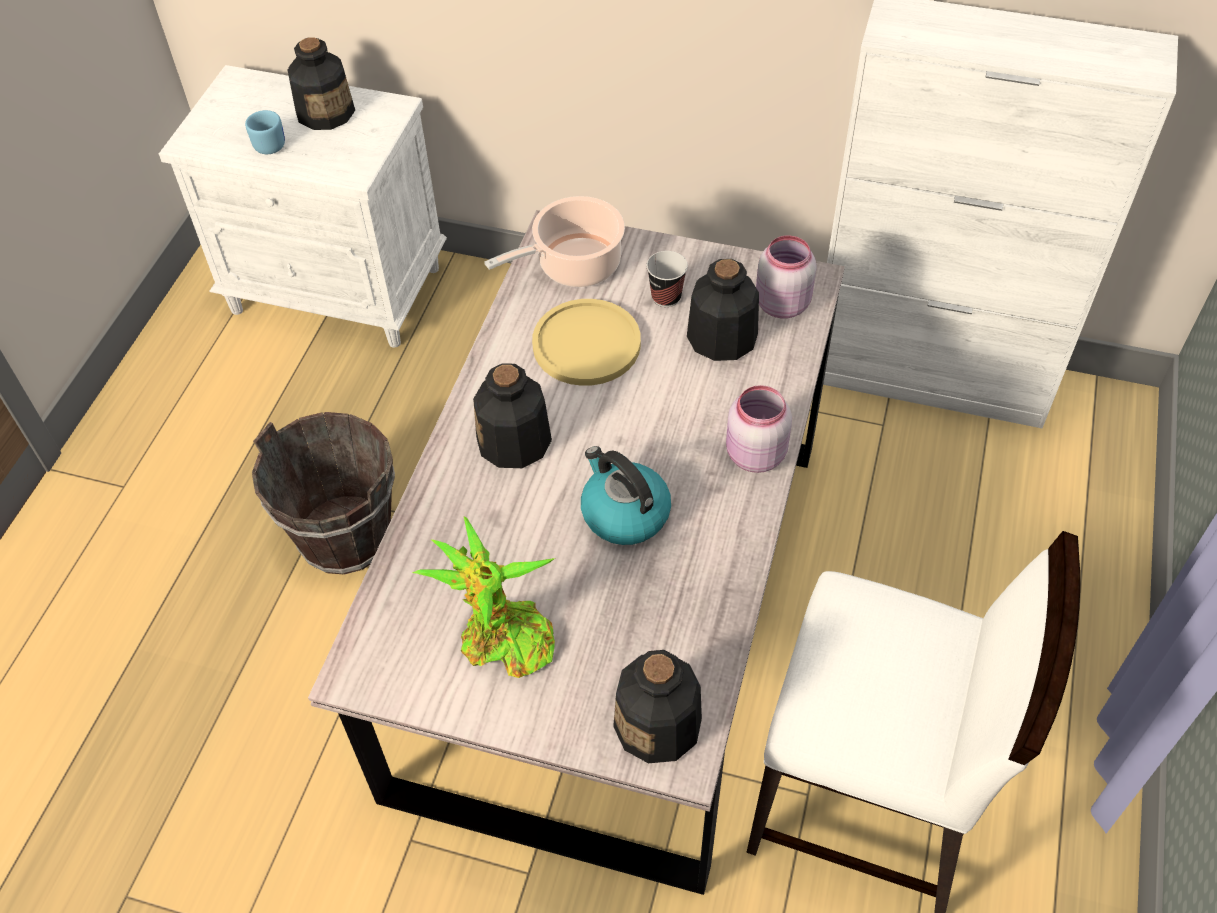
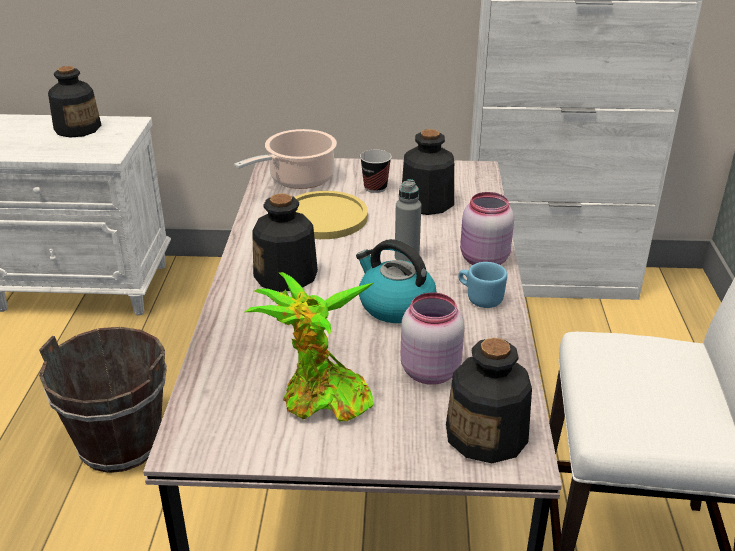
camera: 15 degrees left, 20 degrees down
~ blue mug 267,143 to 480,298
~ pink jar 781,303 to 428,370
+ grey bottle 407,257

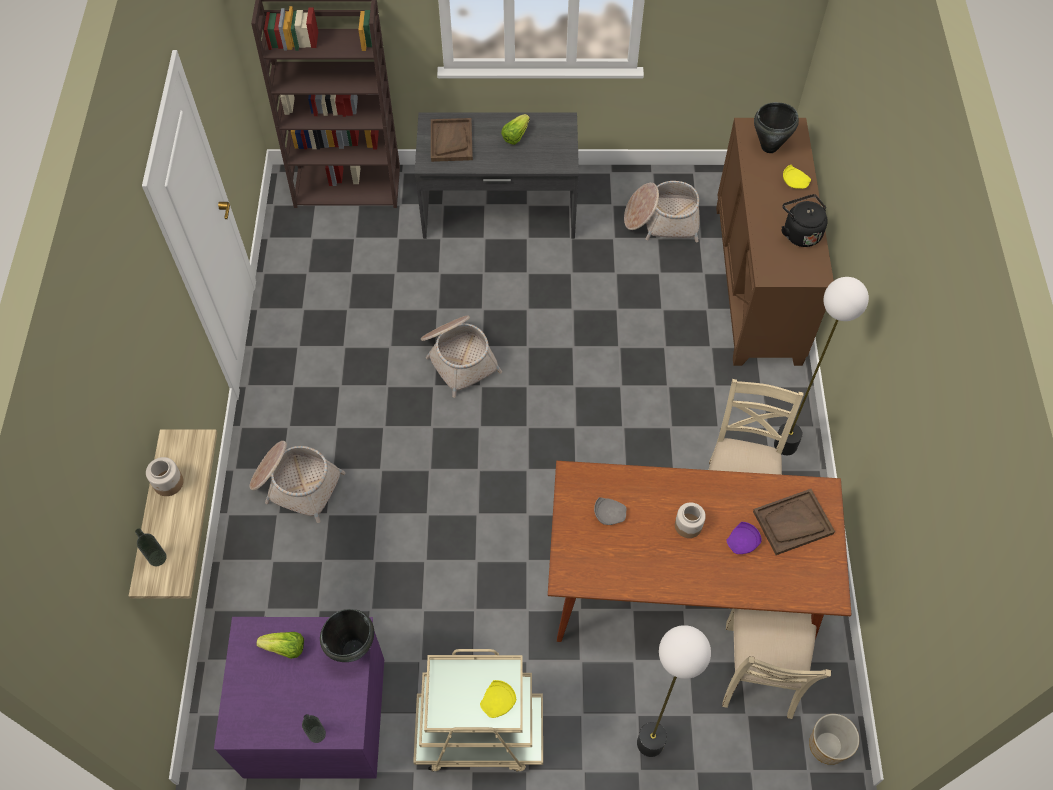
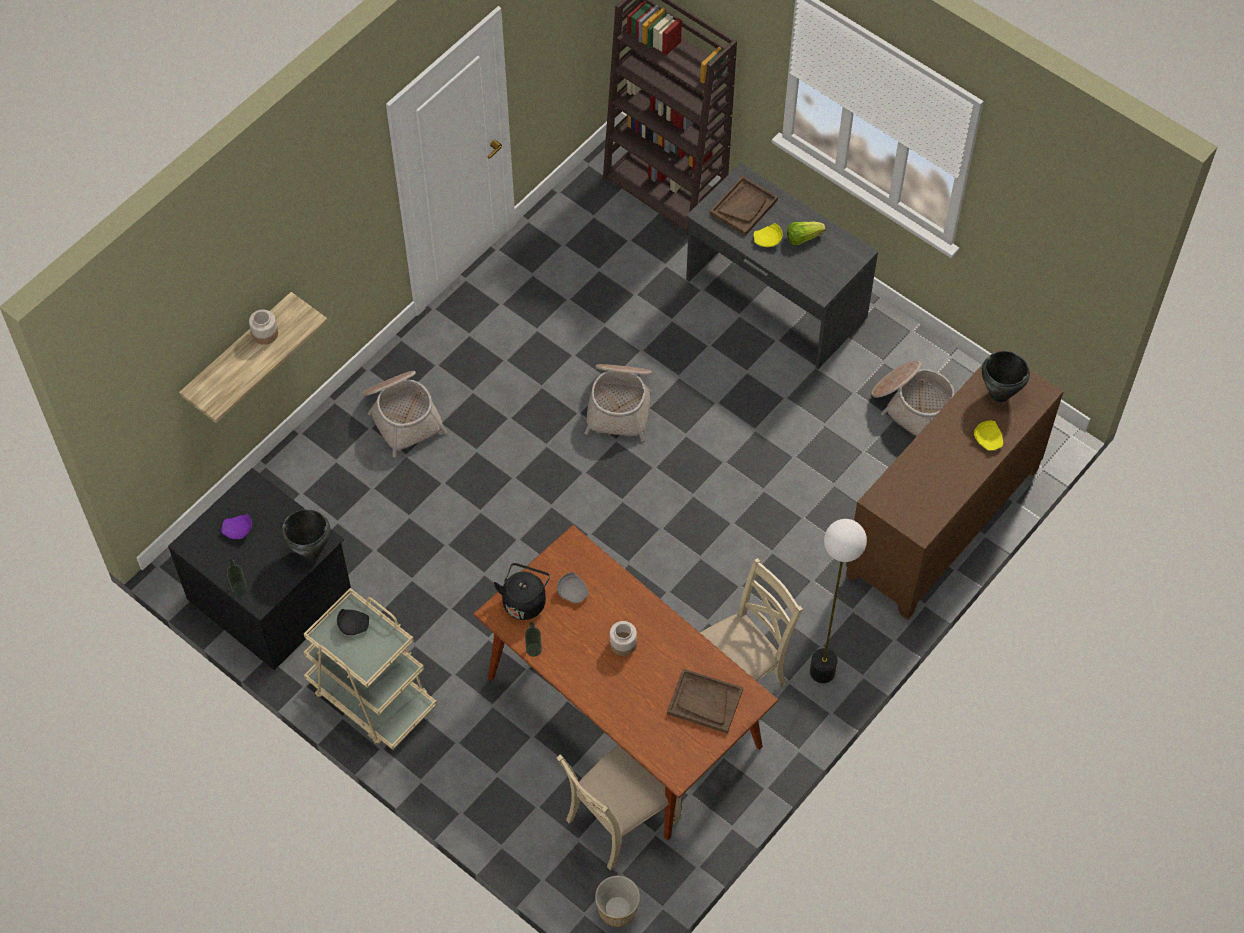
camera: 40 degrees right, 0 degrees up
~ bottle 157,558 to 533,649
~ purple dresser 315,714 to black dresser 271,594
- lettuce 285,648
~ yellow plate 498,702 to 768,240
- floor lamp 650,743
~ purple plate 742,542 to 238,530
~ black kettle 800,232 to 524,600
+ black plate 353,624

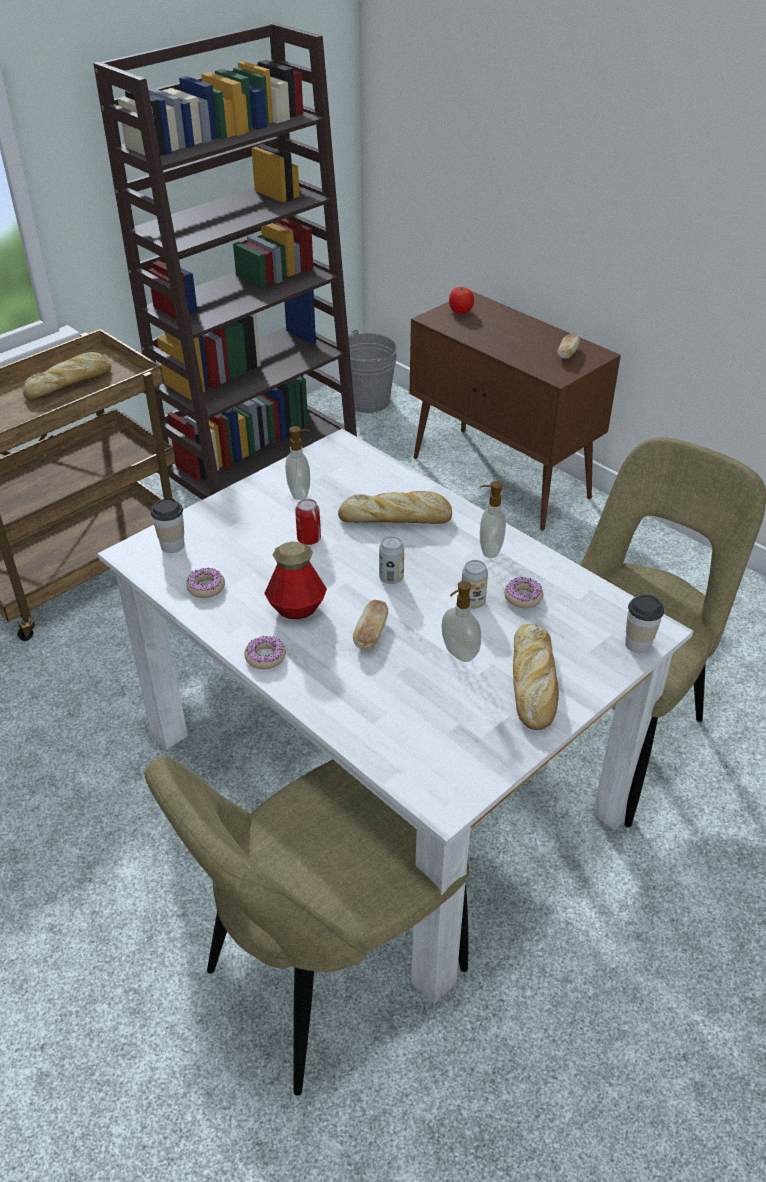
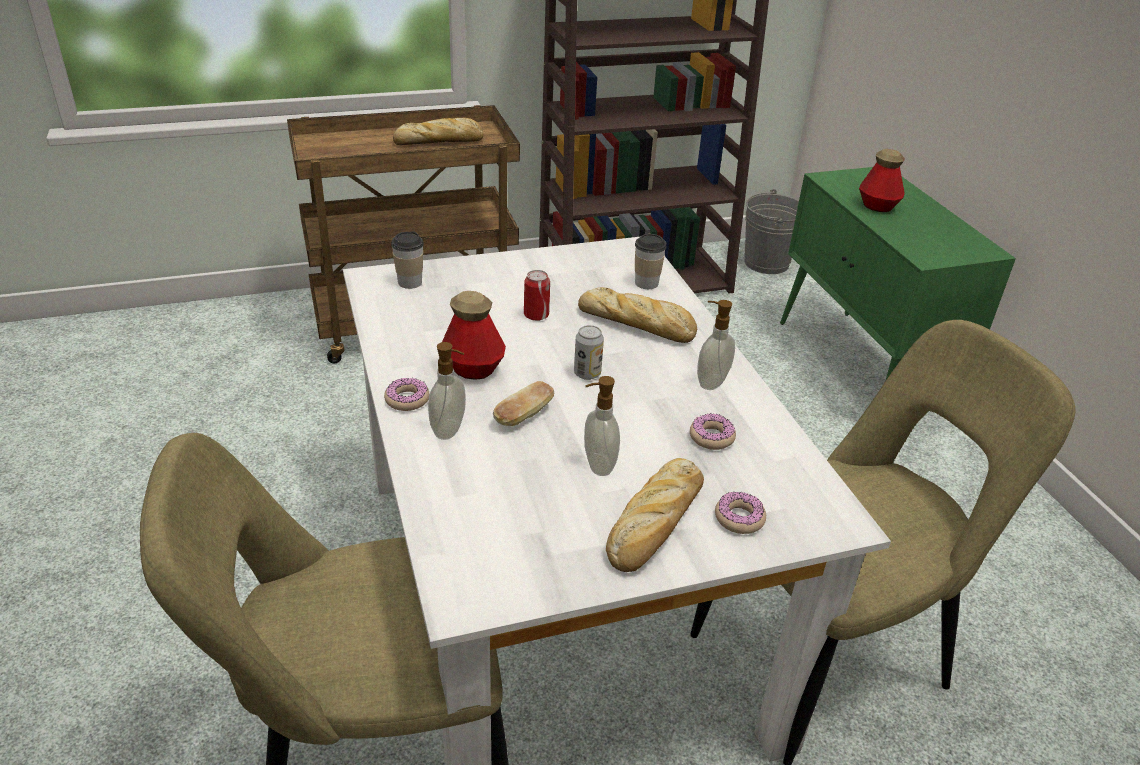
camera: 25 degrees right, 5 degrees down
~ donut 206,587 to 739,518
~ soap dispenser 300,493 to 449,430
~ brown cabinet 501,478 to green cabinet 861,368
- tomato 460,311
- can 472,602
- bread 567,354
~ cup 638,644 to 646,283
+ bottle 877,206

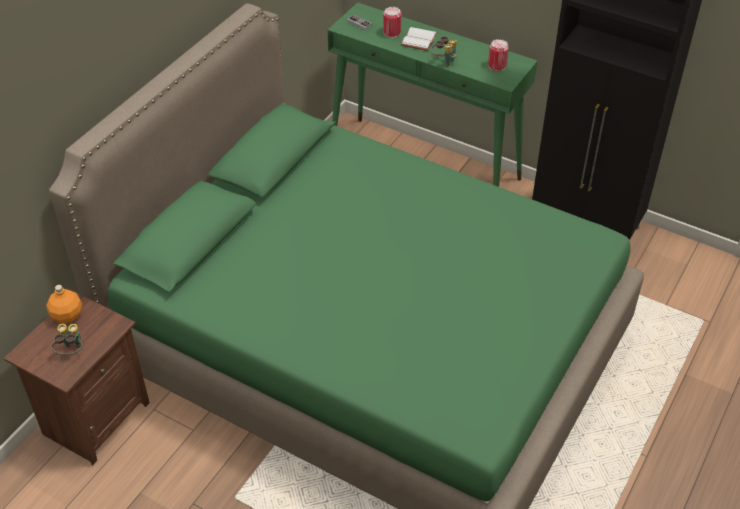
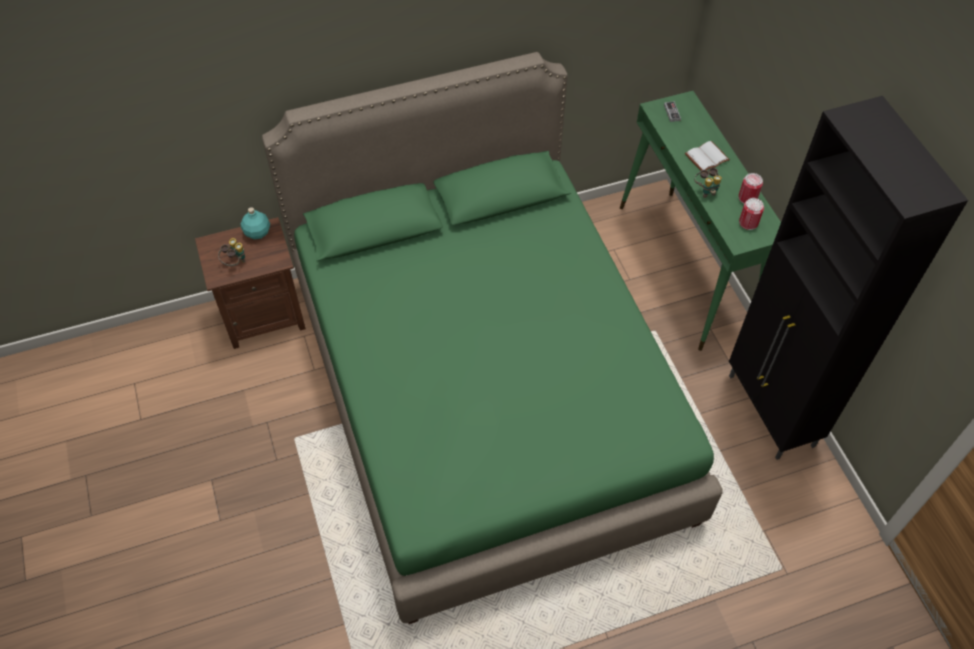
camera: 40 degrees right, 10 degrees up
~ orange bottle 67,315 to turquoise bottle 257,232
~ can 392,32 to 747,197

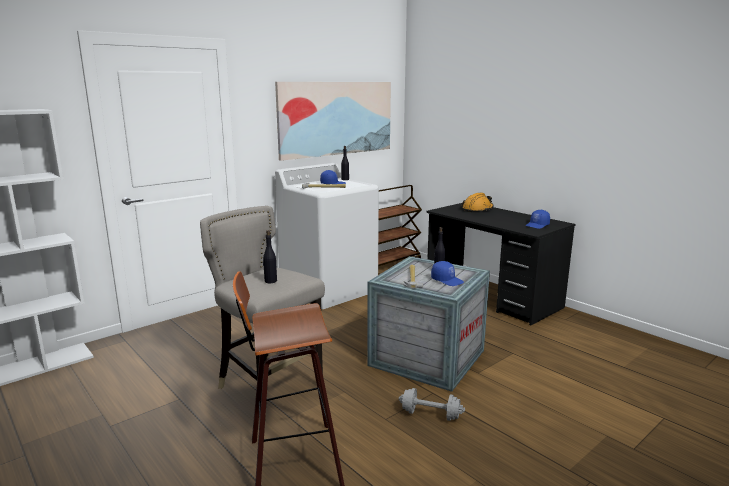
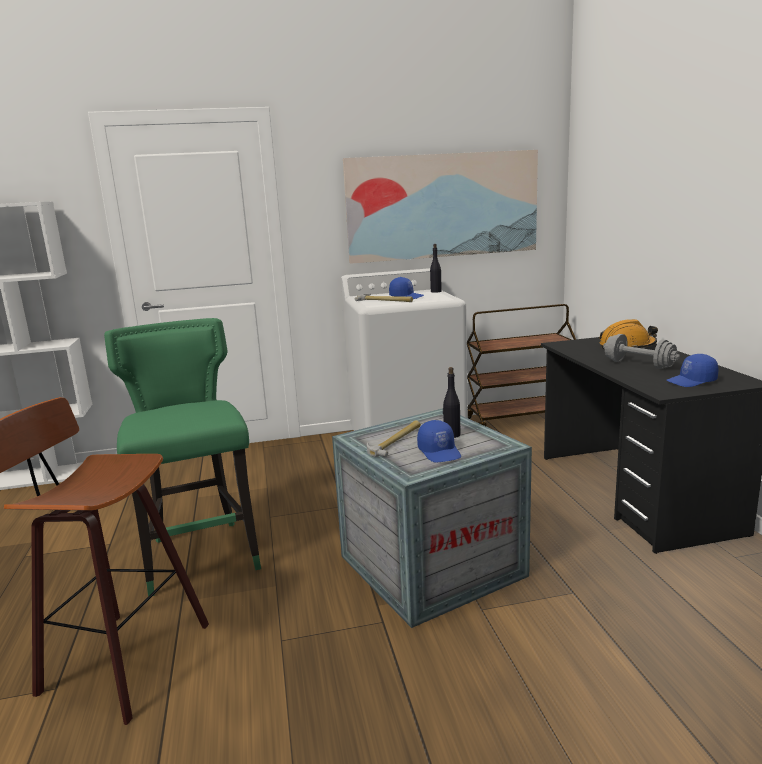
camera: 30 degrees right, 0 degrees up
~ grey stool 268,388 to green stool 201,556
- black bottle 270,281
~ grey dumbbell 430,414 to 638,364

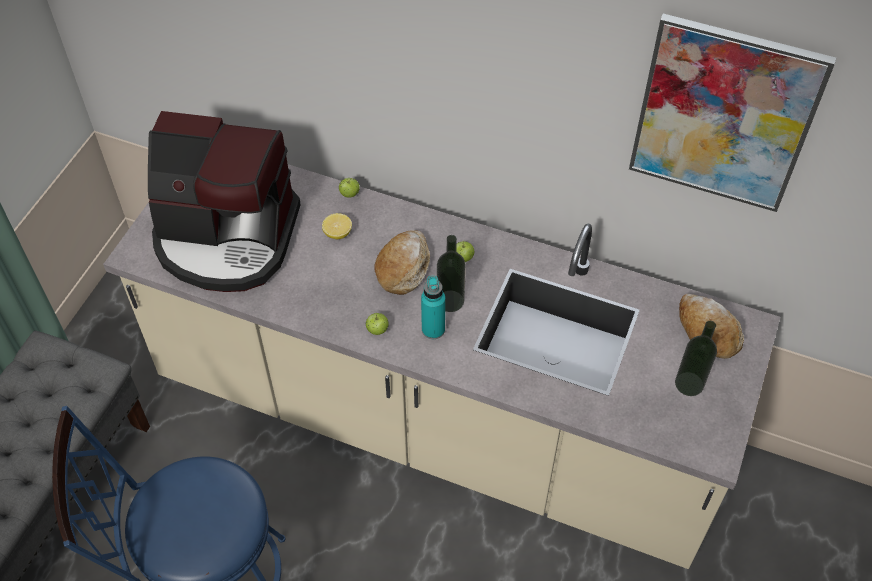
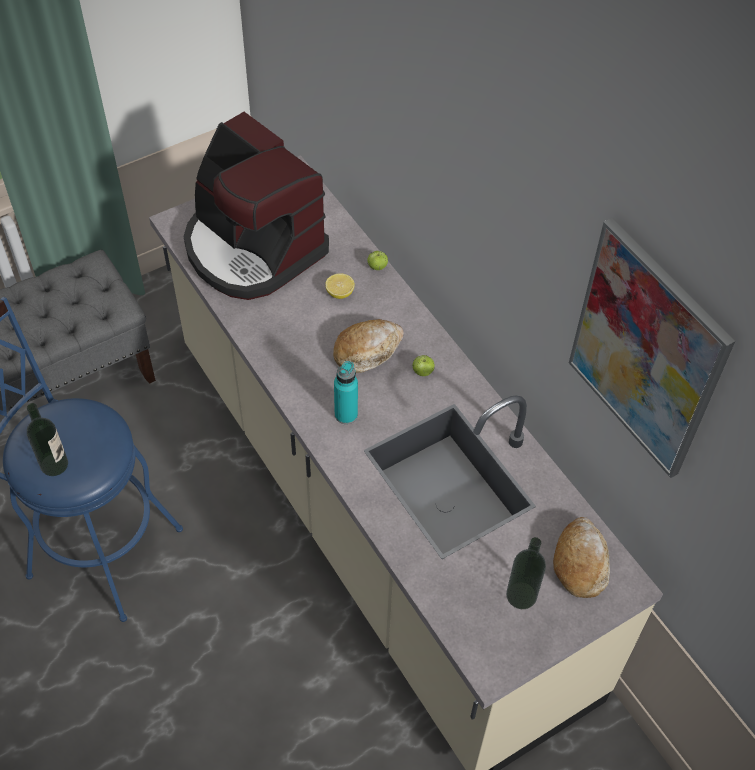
camera: 35 degrees right, 0 degrees up
- apple 377,330
~ bottle 450,301 to 54,464

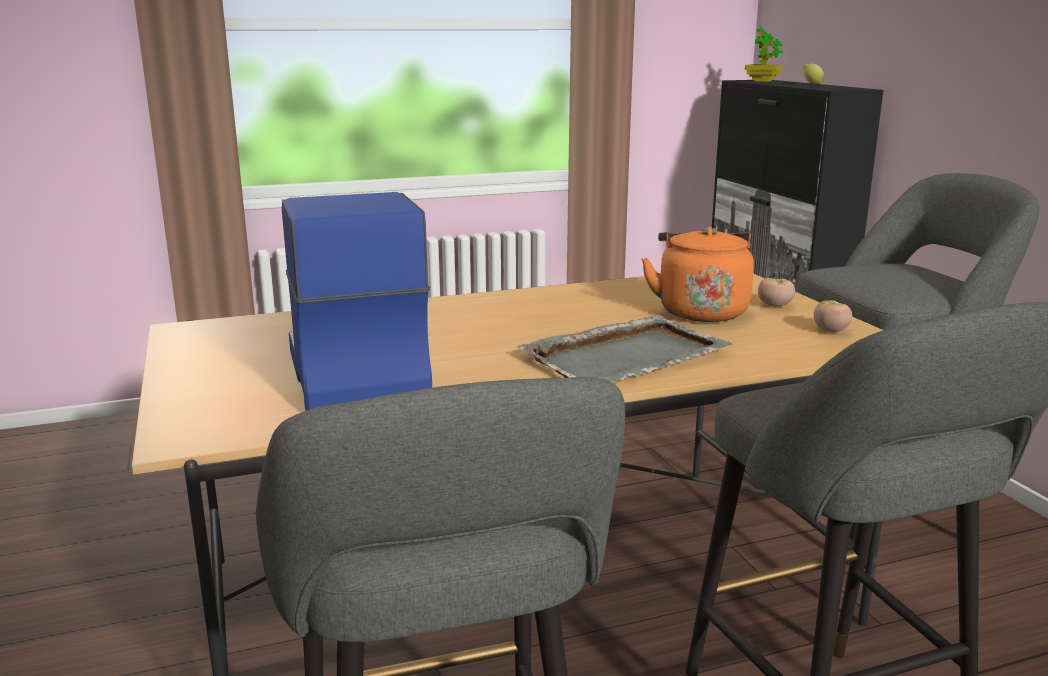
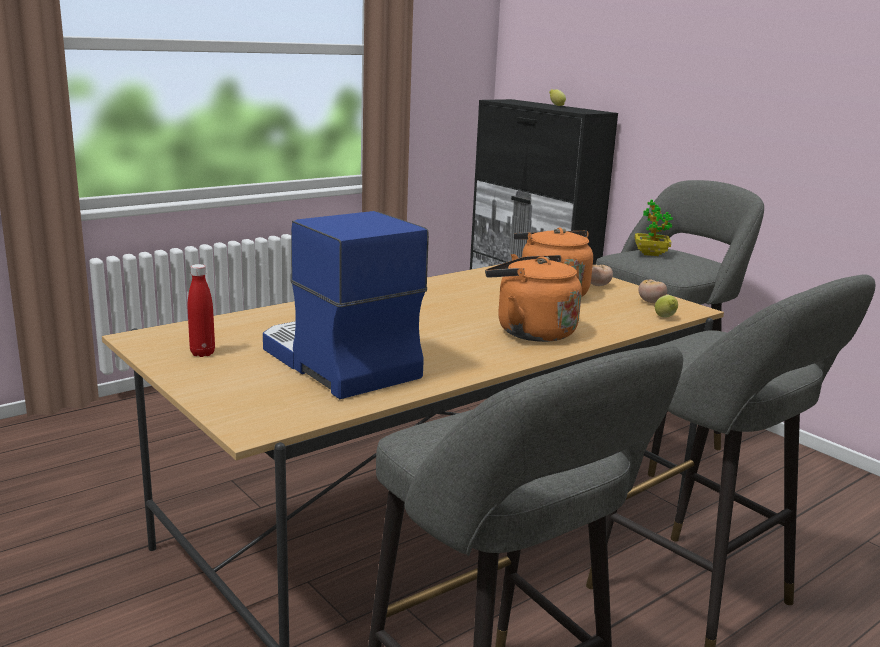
camera: 20 degrees left, 0 degrees up
~ grey tray 627,356 to orange kettle 530,331
~ potted plant 762,81 to 650,254
+ red bottle 202,353
+ lemon 665,318

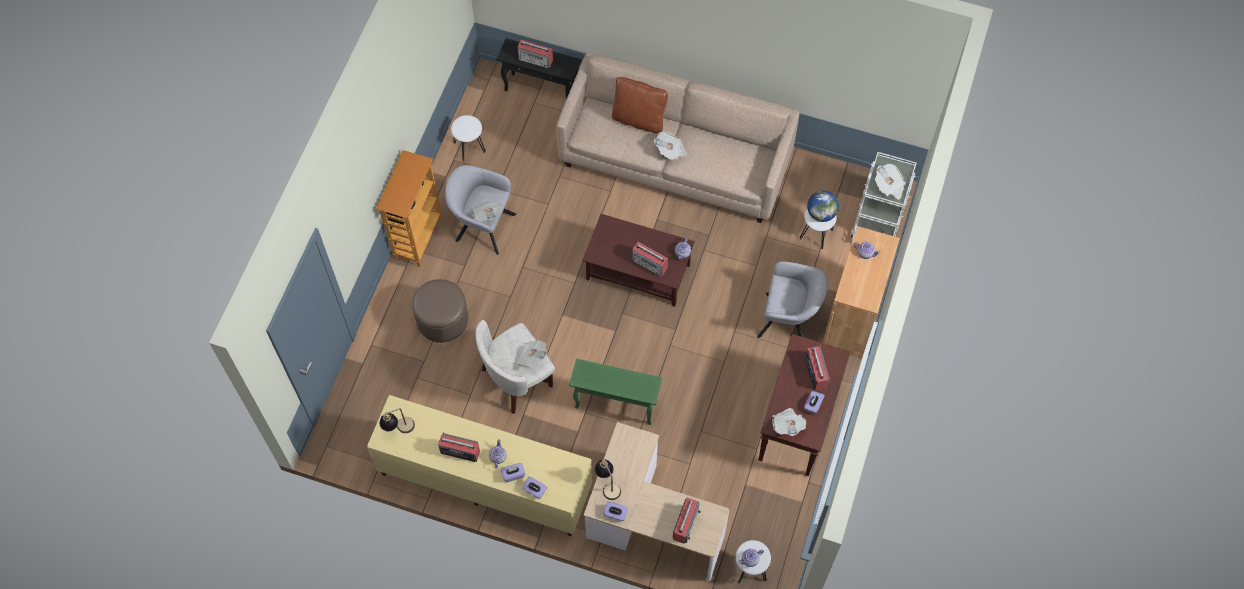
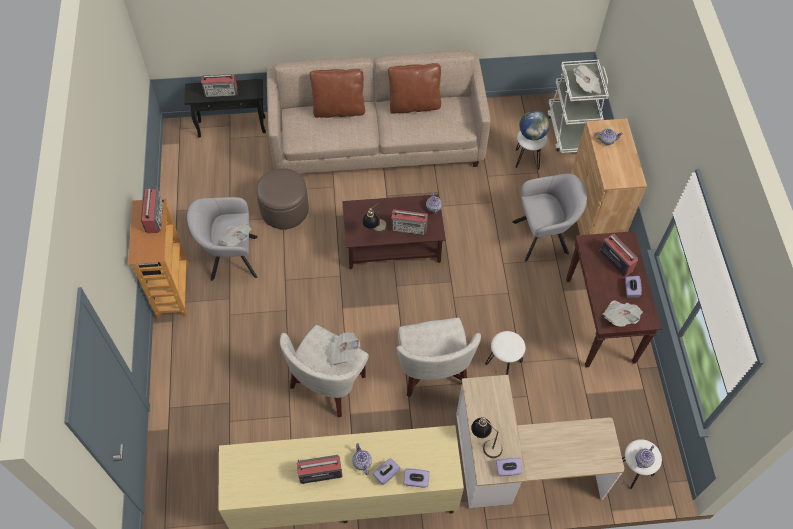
camera: 25 degrees left, 5 degrees down
~ table lamp 399,429 to 375,231
~ brown ottoman 442,319 to 284,209
~ white stool 469,147 to 503,362
~ green side table 615,405 to white armchair 432,370
- newspaper 670,151
~ radio 685,523 to 154,216
+ brown pillow 414,105

